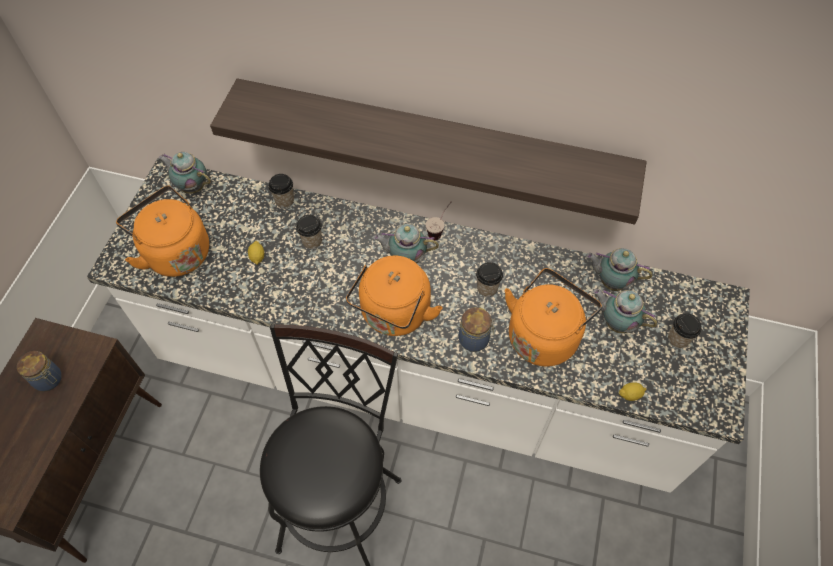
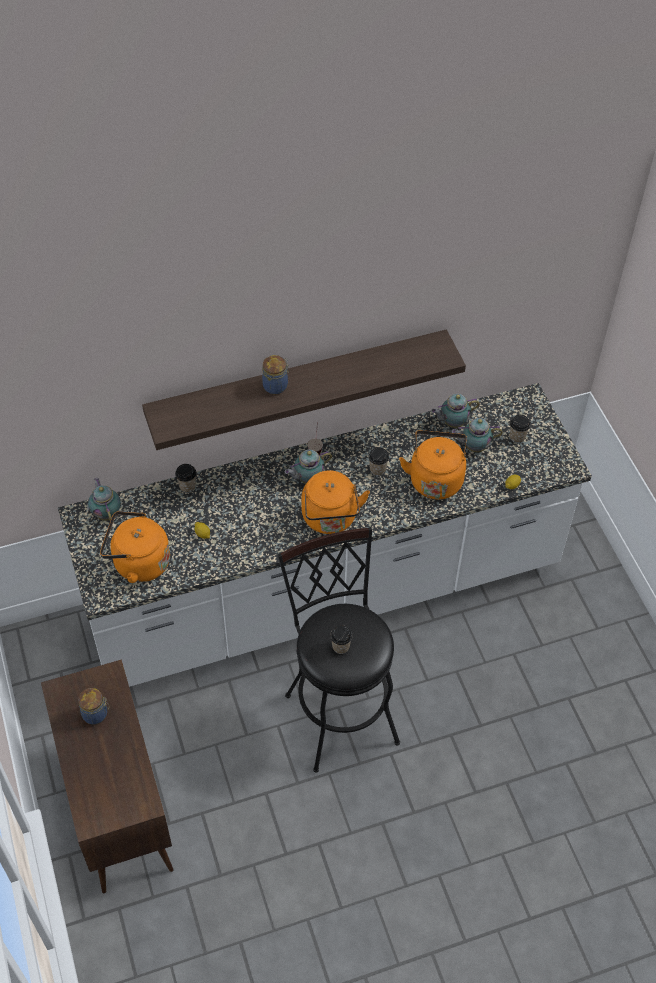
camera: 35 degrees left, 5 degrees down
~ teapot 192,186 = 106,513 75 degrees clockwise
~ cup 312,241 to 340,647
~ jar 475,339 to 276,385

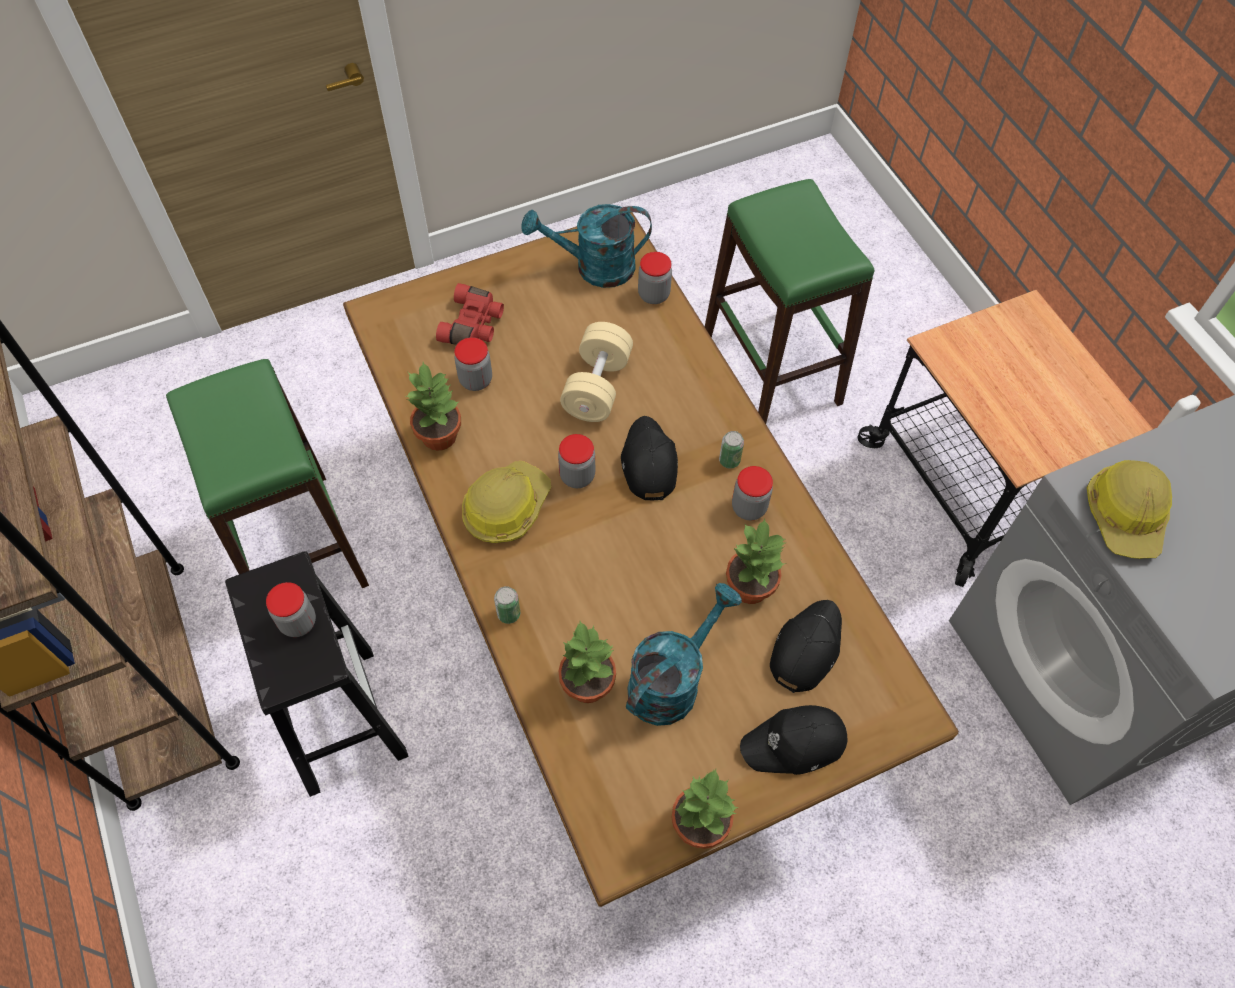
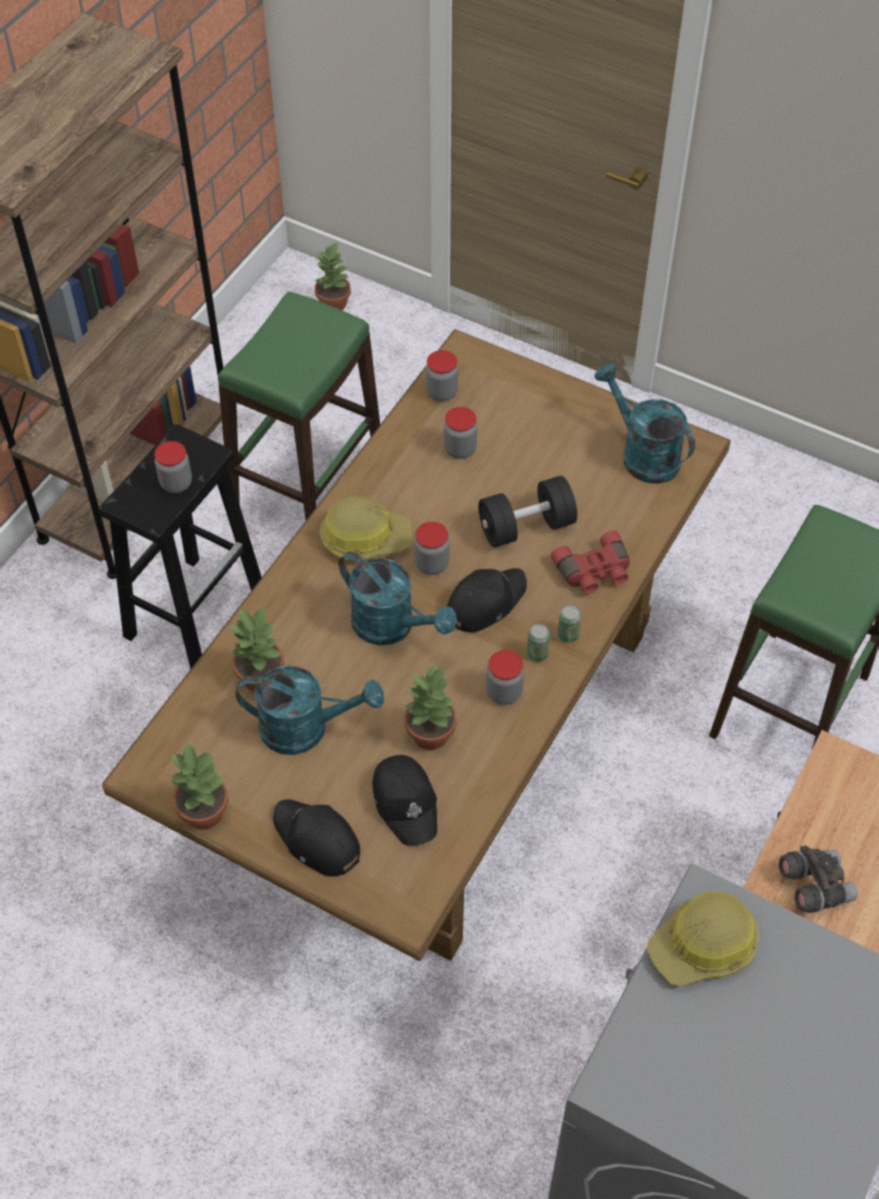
camera: 55 degrees right, 5 degrees down
~ potted plant 440,435 to 334,304
~ red binoculars 474,325 to 594,572
~ can 508,614 to 568,635
~ beige dumbbell 597,386 to black dumbbell 526,526
~ jar 653,294 to 441,392
~ black cap 805,648 = 406,802 75 degrees clockwise
+ turquoise watering can 392,627
+ grey binoculars 813,886

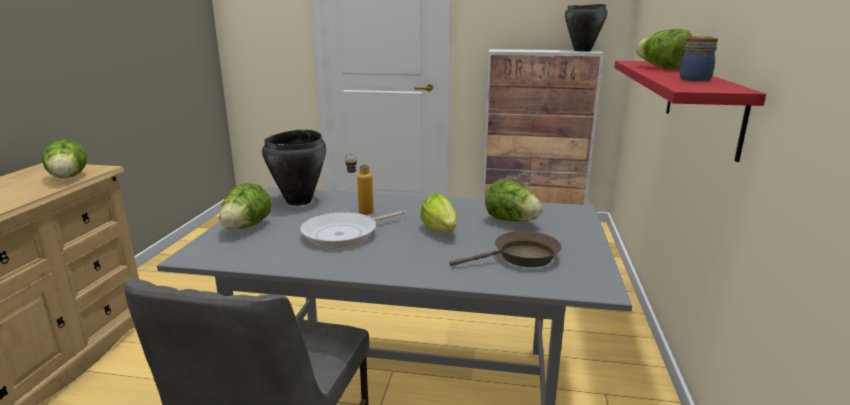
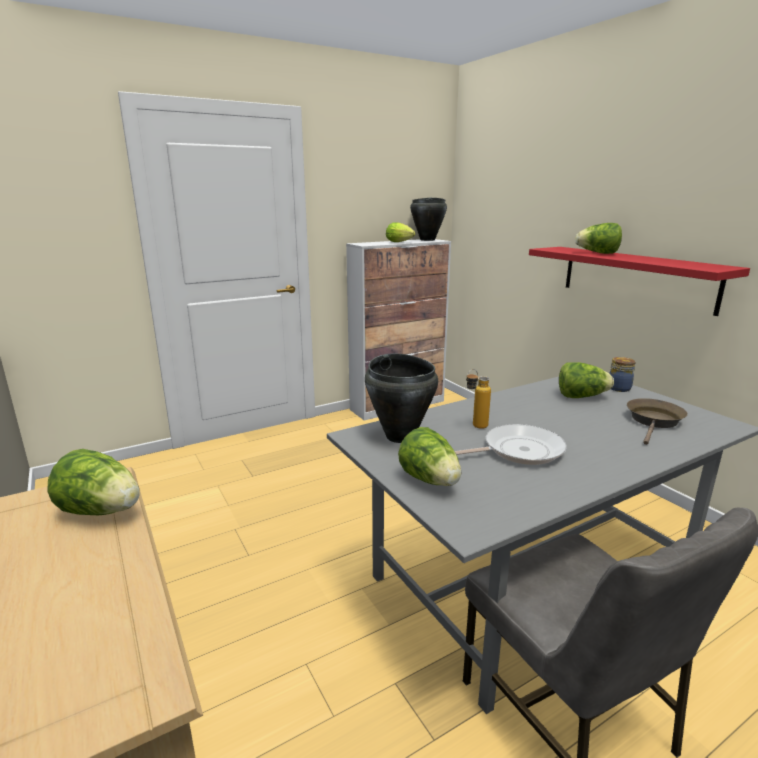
camera: 40 degrees left, 0 degrees up
~ frying pan 344,233 = 518,450 120 degrees counterclockwise
~ lettuce 441,231 to 400,242
~ jar 695,79 to 618,388

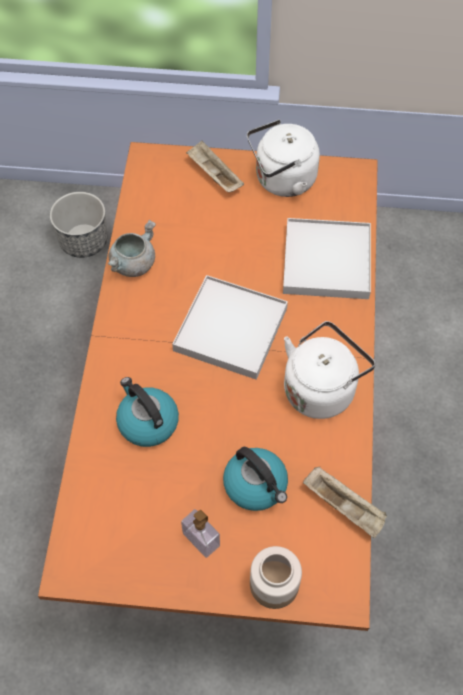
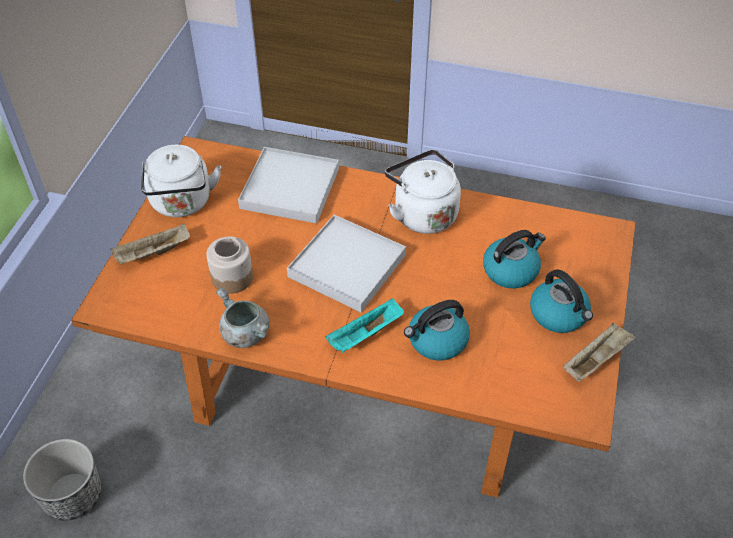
camera: 80 degrees left, 10 degrees down
~ soap dispenser 201,539 to kettle 559,314
~ jar 275,584 to 232,277
~ beige tray 344,507 to 596,359
+ turquoise tray 365,335

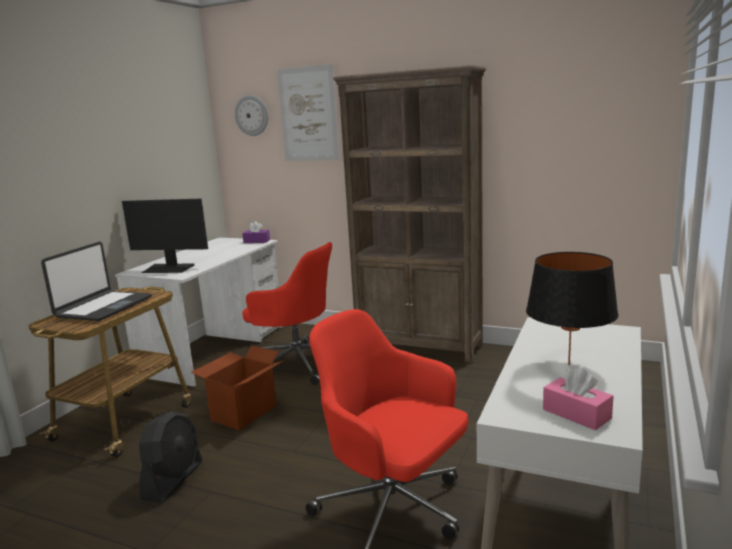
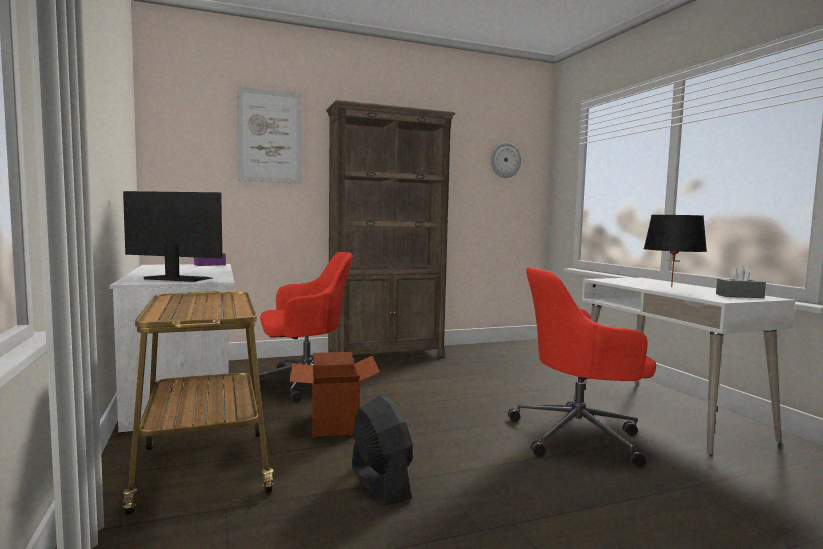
camera: 45 degrees left, 10 degrees down
- laptop 103,307
~ monitor 169,268 = 177,278 135 degrees counterclockwise
~ wall clock 252,115 to 505,160
~ pink tissue box 576,414 to grey tissue box 739,296

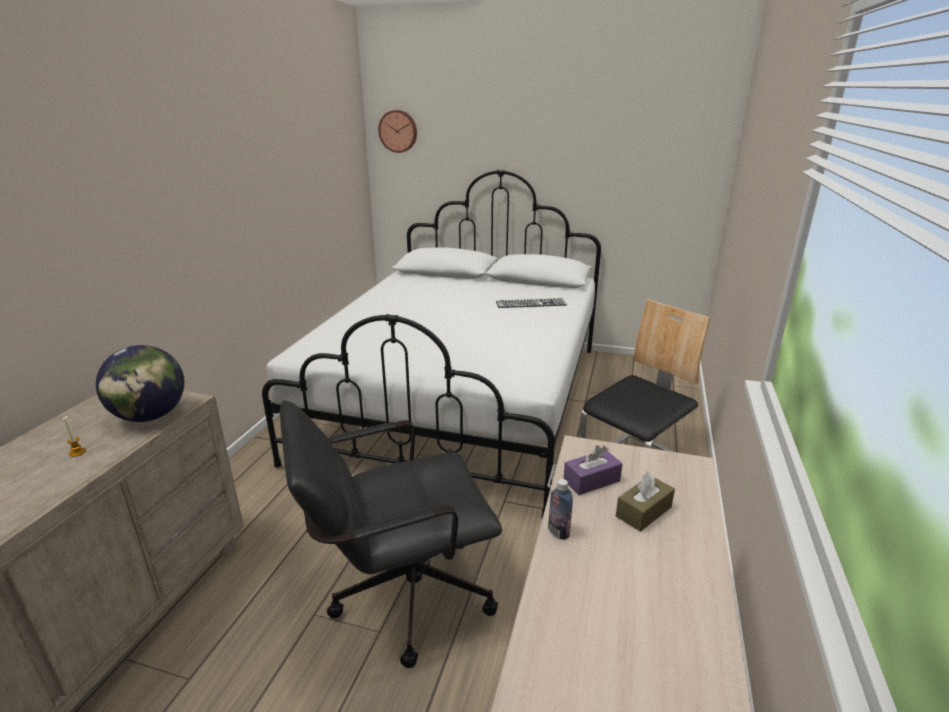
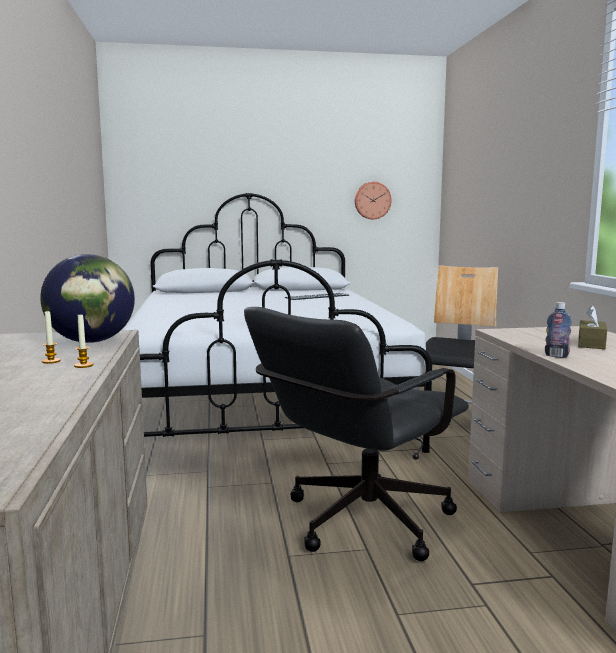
camera: 25 degrees left, 15 degrees down
~ wall clock 398,131 to 372,200
- purple tissue box 591,480
+ candle 83,365

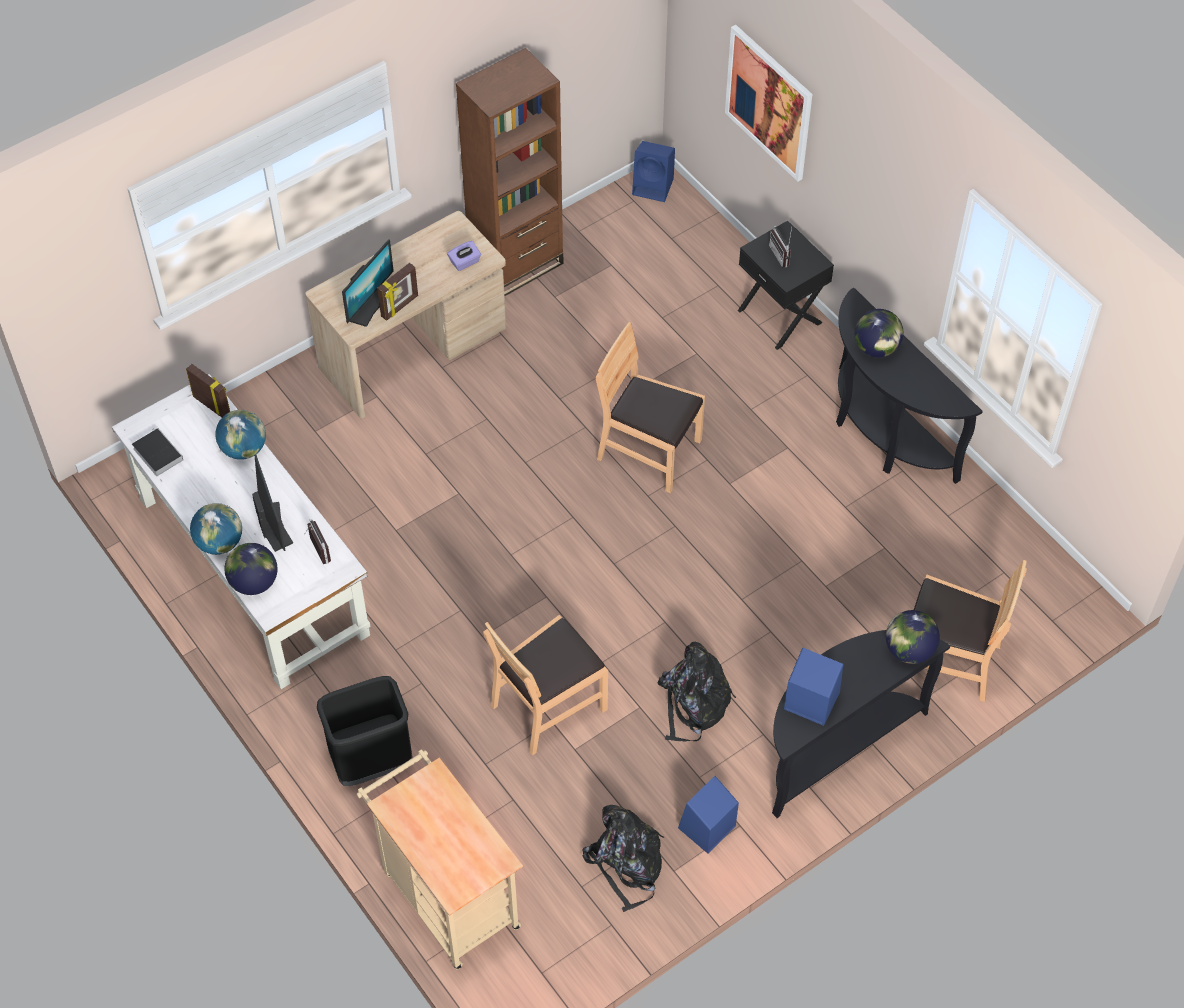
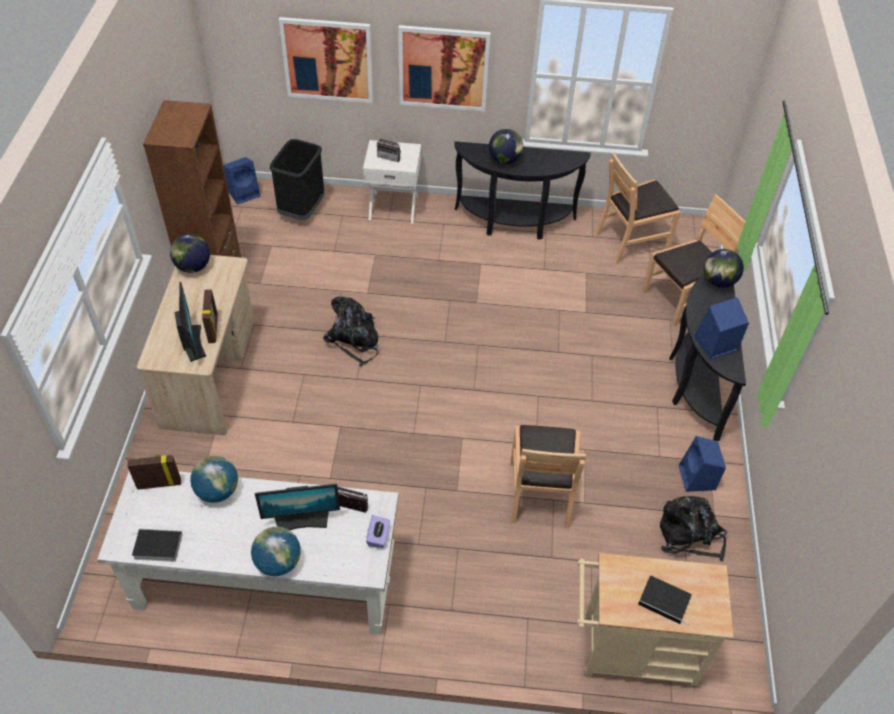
camera: 50 degrees left, 5 degrees down
~ globe 254,582 to 193,266
~ monitor 273,526 = 302,520 150 degrees clockwise
~ black trash can 371,762 to 302,211
~ purple tissue box 465,262 to 378,537
~ brown chair 649,451 to 632,240
~ black backpack 693,704 to 354,340
~ black nightstand 781,316 to white nightstand 393,207
+ picture 443,68
+ book 665,601

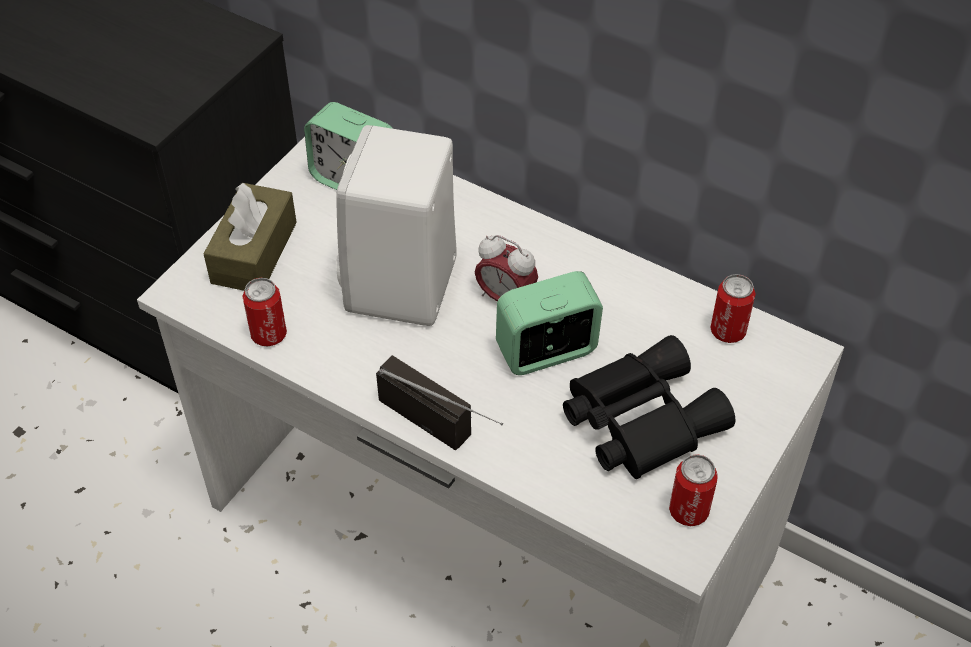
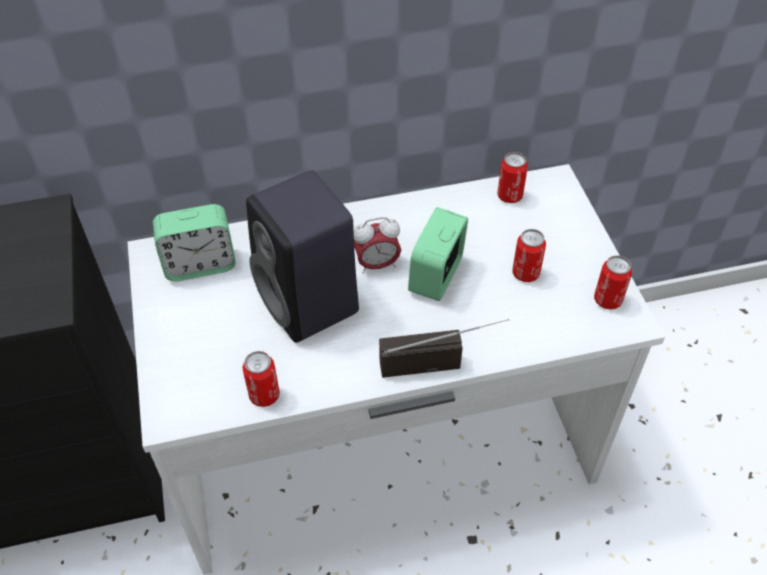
camera: 45 degrees left, 0 degrees up
- brown tissue box 254,252
~ white speaker 401,287 to black speaker 310,304
~ black binoculars 638,418 to can 525,273

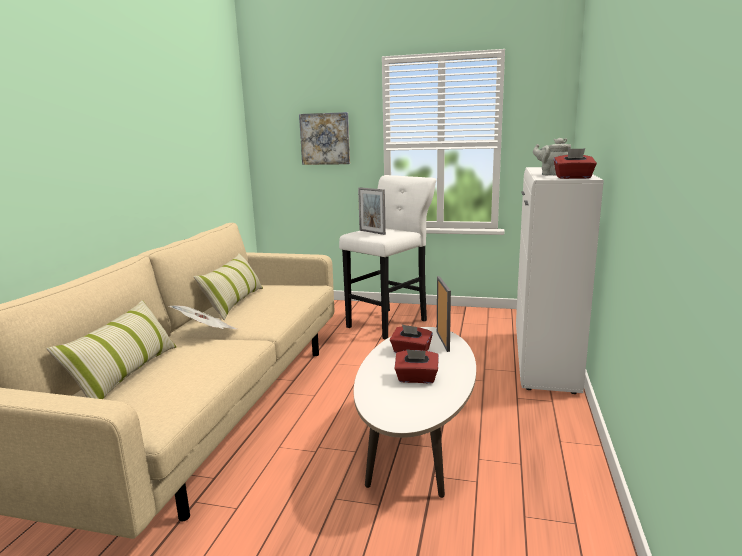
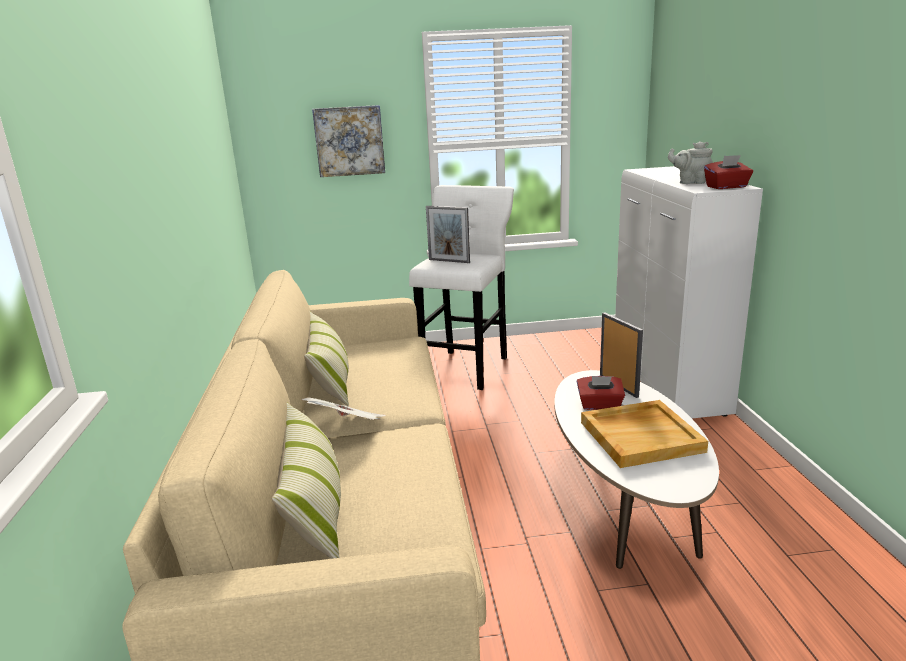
camera: 20 degrees left, 5 degrees up
~ red tissue box 416,379 to beige tray 641,436

